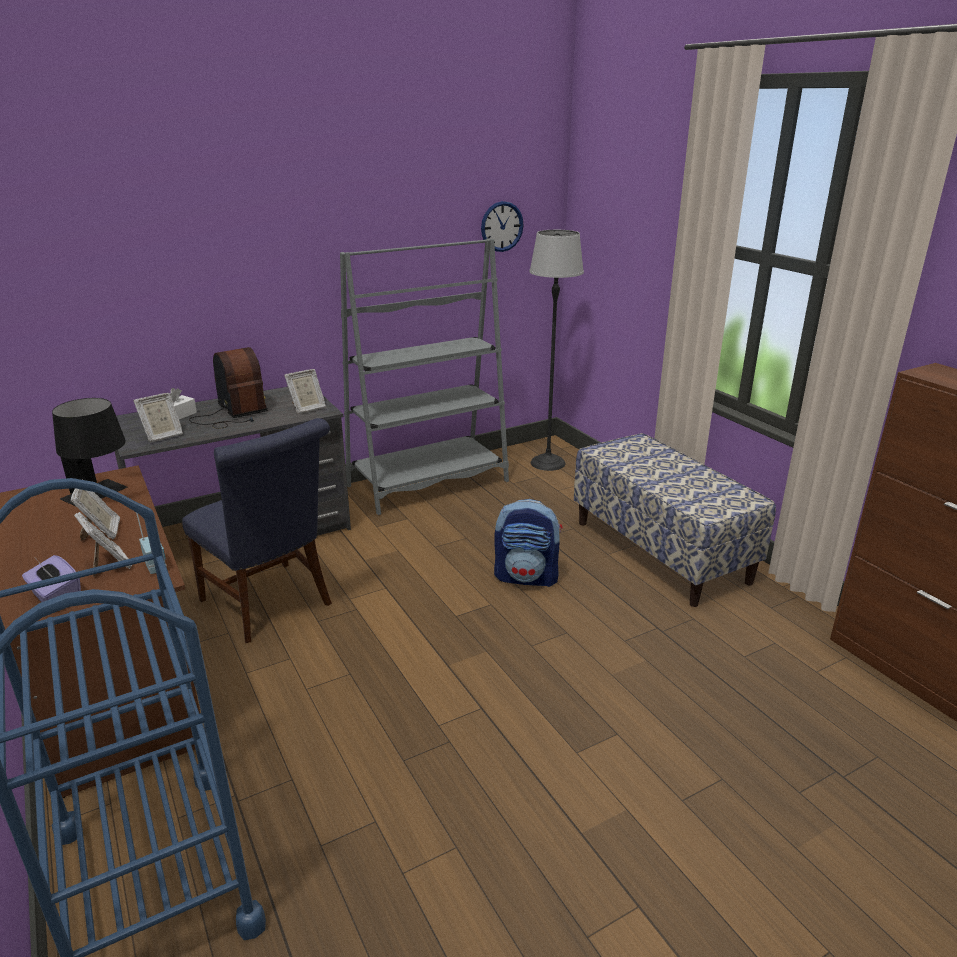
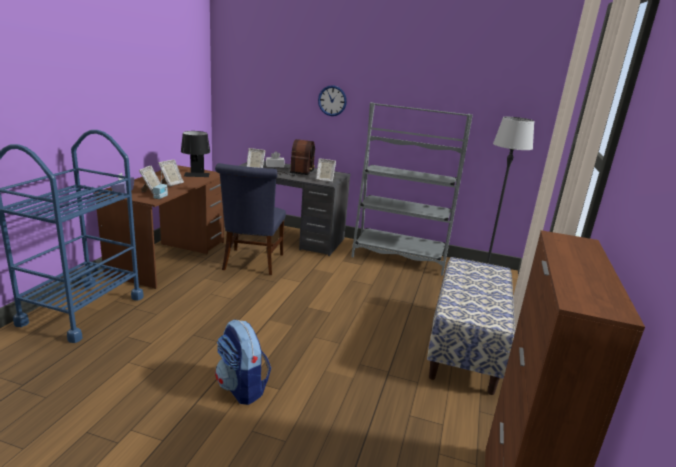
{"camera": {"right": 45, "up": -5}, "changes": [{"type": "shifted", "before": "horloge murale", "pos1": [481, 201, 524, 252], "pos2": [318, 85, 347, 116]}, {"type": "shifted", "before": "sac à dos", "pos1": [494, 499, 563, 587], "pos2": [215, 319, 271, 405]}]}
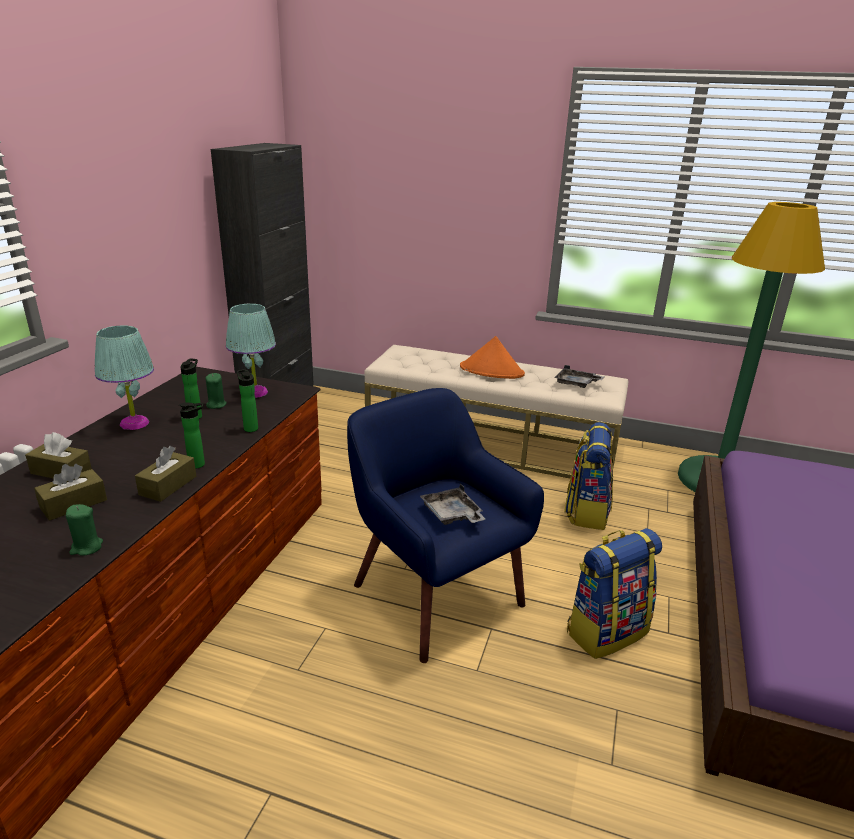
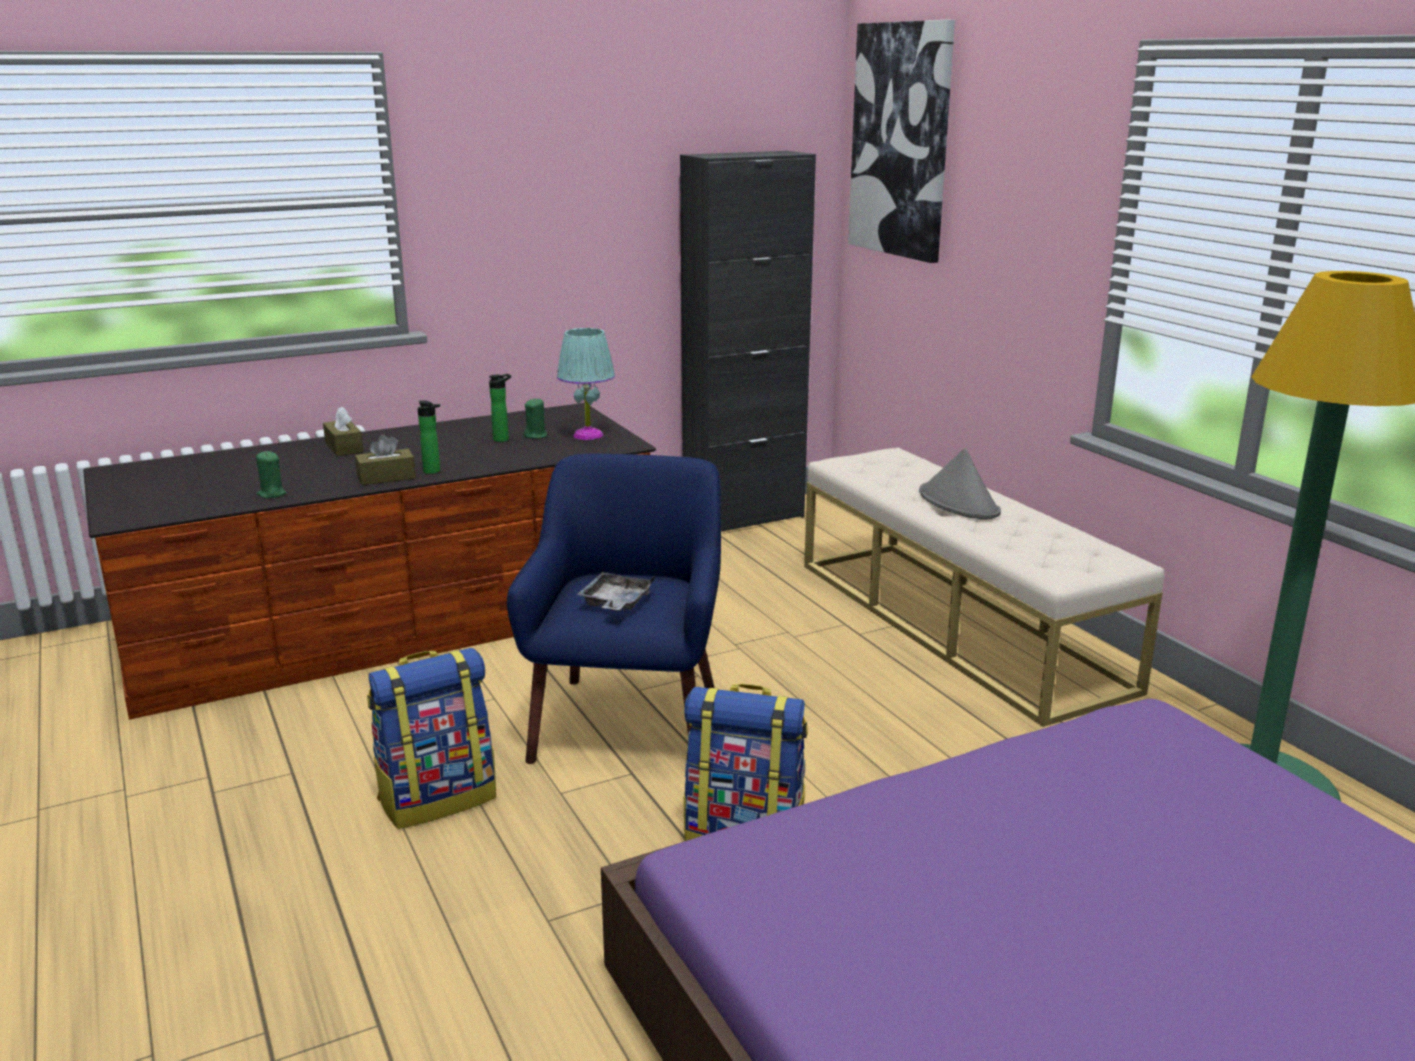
{"camera": {"right": 45, "up": -5}, "changes": [{"type": "gone", "before": "lampe de table (turquoise)", "pos1": [95, 325, 154, 430]}, {"type": "repainted", "before": "chapeau (orange)", "after": "chapeau (gris)", "pos1": [460, 336, 525, 379], "pos2": [919, 448, 1001, 519]}, {"type": "gone", "before": "plateau (gris)", "pos1": [554, 365, 604, 388]}, {"type": "gone", "before": "bouteille", "pos1": [237, 369, 258, 432]}, {"type": "shifted", "before": "sac à dos", "pos1": [565, 422, 613, 530], "pos2": [367, 648, 496, 829]}, {"type": "gone", "before": "boîte à mouchoirs (marron)", "pos1": [34, 464, 107, 521]}, {"type": "new", "after": "tableau", "pos2": [848, 20, 955, 263]}]}
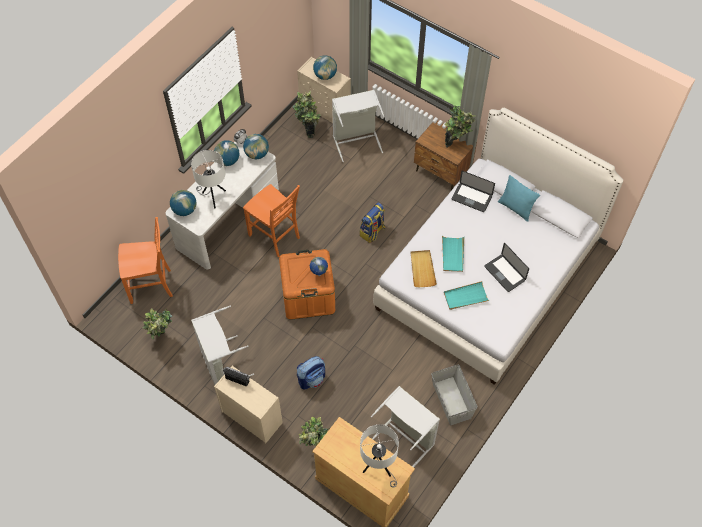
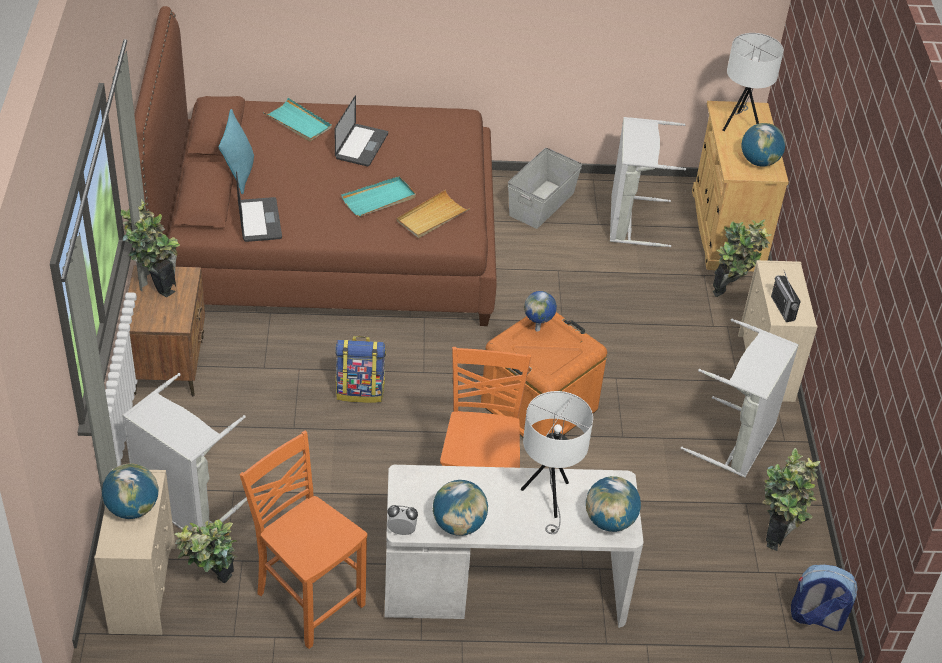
{"camera": {"right": -130, "up": -15}, "changes": [{"type": "repainted", "before": "lit (blanc)", "after": "lit (marron)", "pos1": [373, 108, 623, 385], "pos2": [134, 6, 497, 326]}, {"type": "shifted", "before": "globe", "pos1": [243, 134, 269, 159], "pos2": [741, 123, 785, 167]}, {"type": "shifted", "before": "chaise (orange)", "pos1": [118, 217, 173, 304], "pos2": [240, 431, 367, 649]}, {"type": "shifted", "before": "plateau (turquoise)", "pos1": [444, 281, 489, 310], "pos2": [263, 98, 332, 142]}, {"type": "shifted", "before": "sac à dos", "pos1": [297, 356, 325, 390], "pos2": [791, 565, 857, 631]}]}
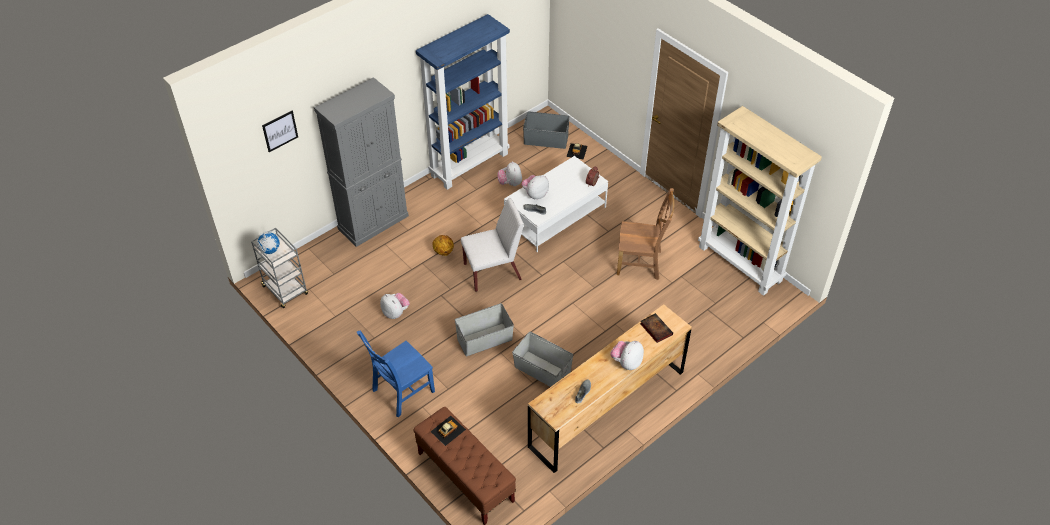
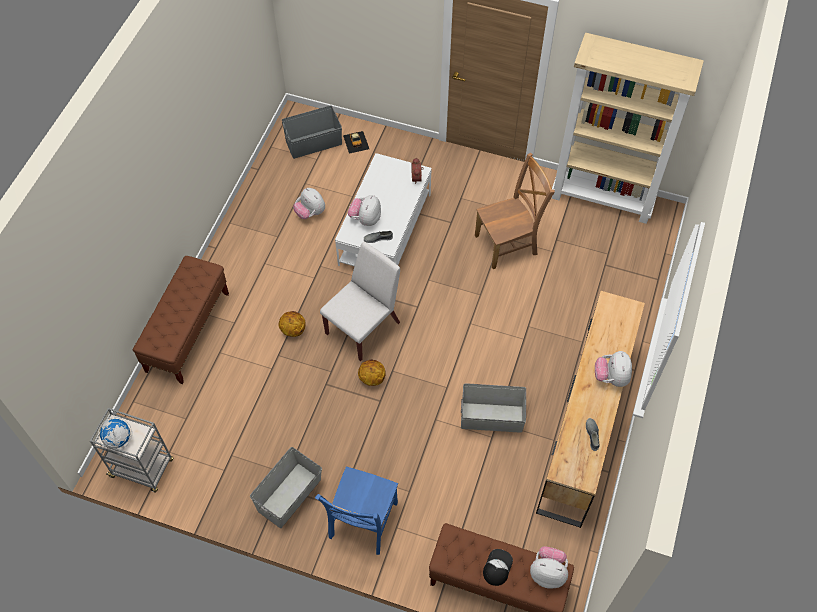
{"camera": {"right": -30, "up": 10}, "changes": [{"type": "gone", "before": "bibliothèque (bleu)", "pos1": [416, 14, 510, 190]}, {"type": "swapped", "before": "meuble de rangement (gris)", "after": "banc (marron)", "pos1": [314, 77, 409, 247], "pos2": [133, 256, 229, 384]}, {"type": "gone", "before": "tableau", "pos1": [262, 111, 298, 152]}, {"type": "shifted", "before": "peluche", "pos1": [380, 293, 410, 319], "pos2": [530, 546, 568, 589]}, {"type": "shifted", "before": "boîte de rangement (gris)", "pos1": [455, 303, 514, 356], "pos2": [250, 447, 322, 528]}, {"type": "gone", "before": "livre", "pos1": [640, 313, 673, 343]}, {"type": "gone", "before": "petite voiture", "pos1": [430, 416, 466, 446]}, {"type": "new", "after": "ballon de basket", "pos2": [358, 360, 386, 386]}, {"type": "new", "after": "casquette", "pos2": [483, 549, 513, 586]}]}
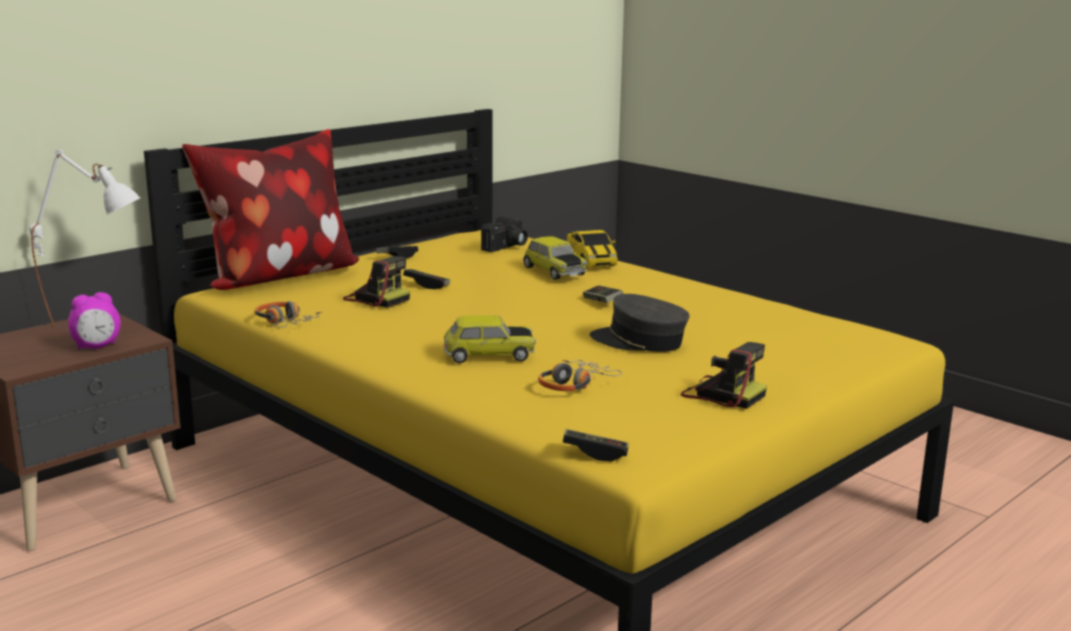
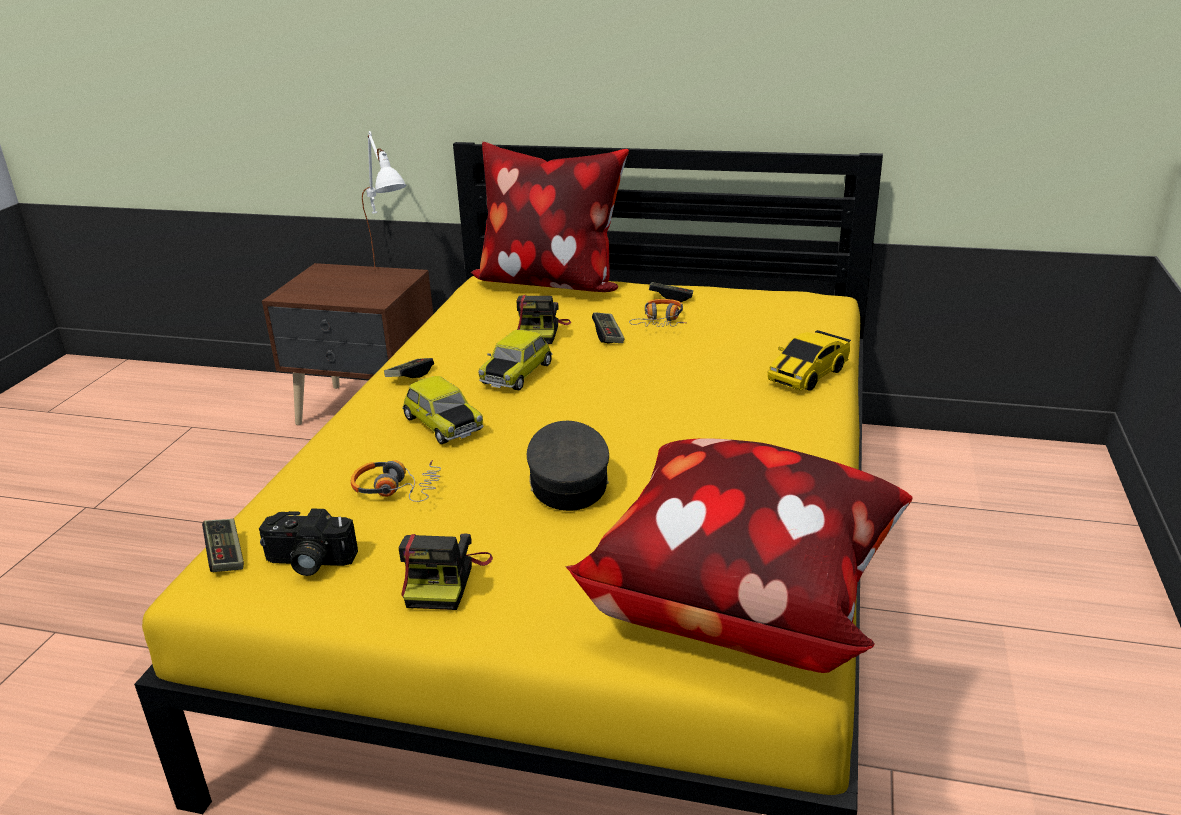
{"camera": {"right": 60, "up": 10}, "changes": [{"type": "shifted", "before": "appareil photo", "pos1": [481, 216, 528, 252], "pos2": [259, 508, 358, 576]}, {"type": "shifted", "before": "petite voiture", "pos1": [523, 236, 587, 280], "pos2": [478, 330, 553, 390]}, {"type": "shifted", "before": "manette", "pos1": [583, 285, 623, 303], "pos2": [384, 358, 434, 378]}, {"type": "gone", "before": "réveil", "pos1": [68, 292, 121, 349]}, {"type": "shifted", "before": "casque audio", "pos1": [254, 301, 322, 328], "pos2": [629, 299, 687, 327]}, {"type": "new", "after": "coussin", "pos2": [565, 438, 913, 673]}]}
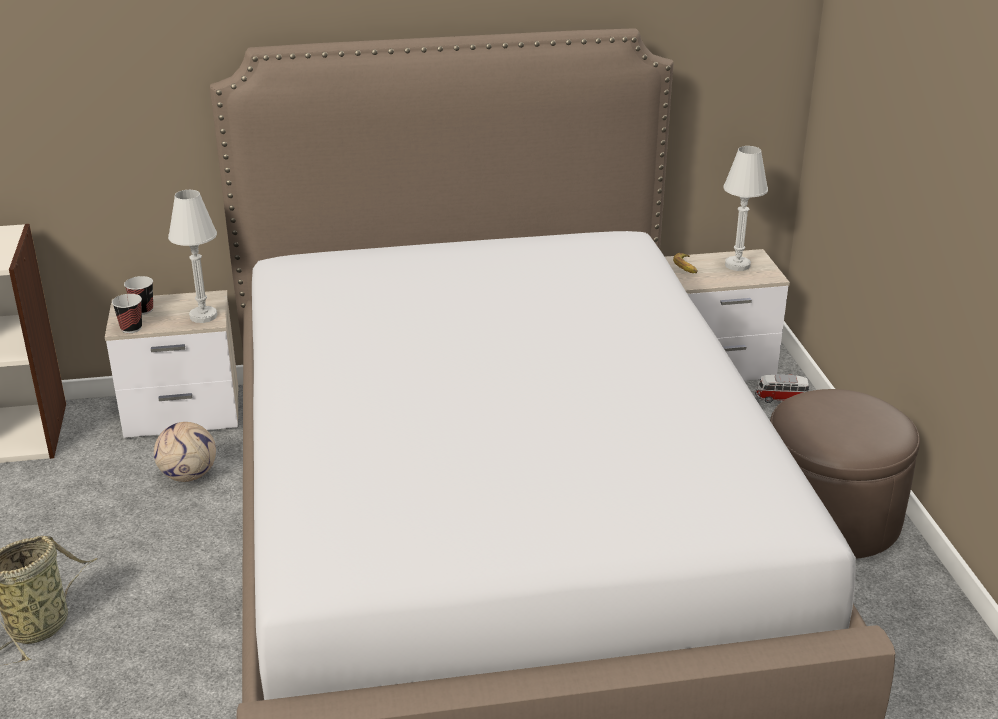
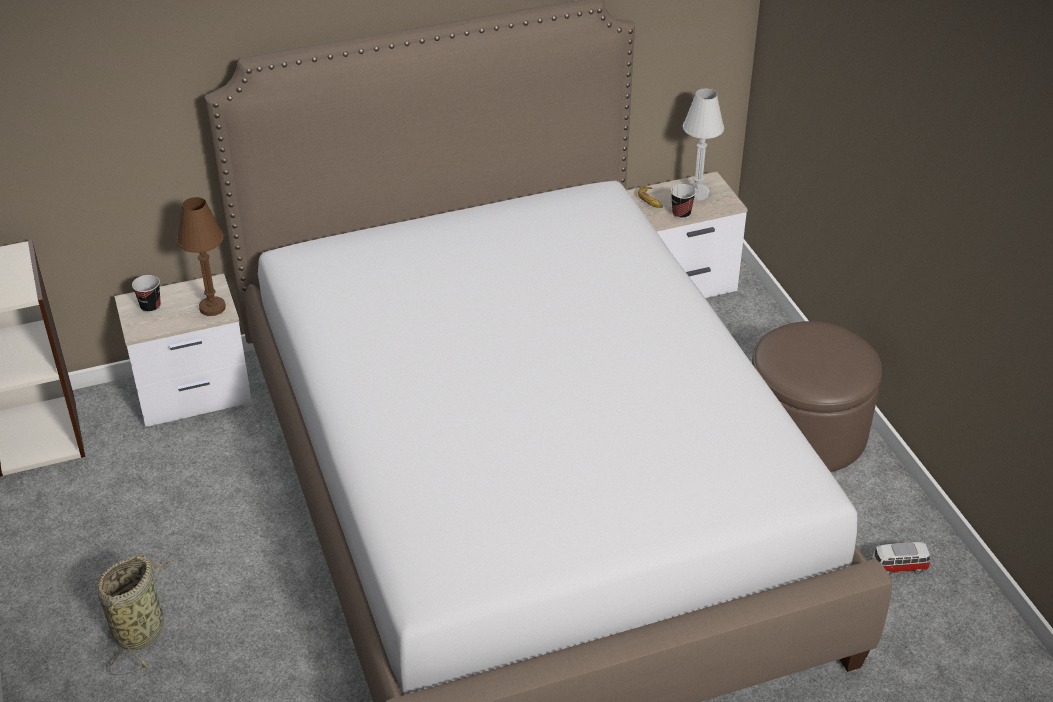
{"camera": {"right": -10, "up": 10}, "changes": [{"type": "repainted", "before": "lampe de table (blanc)", "after": "lampe de table (marron)", "pos1": [168, 190, 217, 323], "pos2": [177, 197, 226, 316]}, {"type": "shifted", "before": "tasse", "pos1": [112, 294, 142, 333], "pos2": [671, 184, 696, 219]}, {"type": "shifted", "before": "petite voiture", "pos1": [755, 374, 809, 403], "pos2": [870, 542, 930, 574]}, {"type": "gone", "before": "ballon de foot", "pos1": [154, 422, 216, 482]}]}
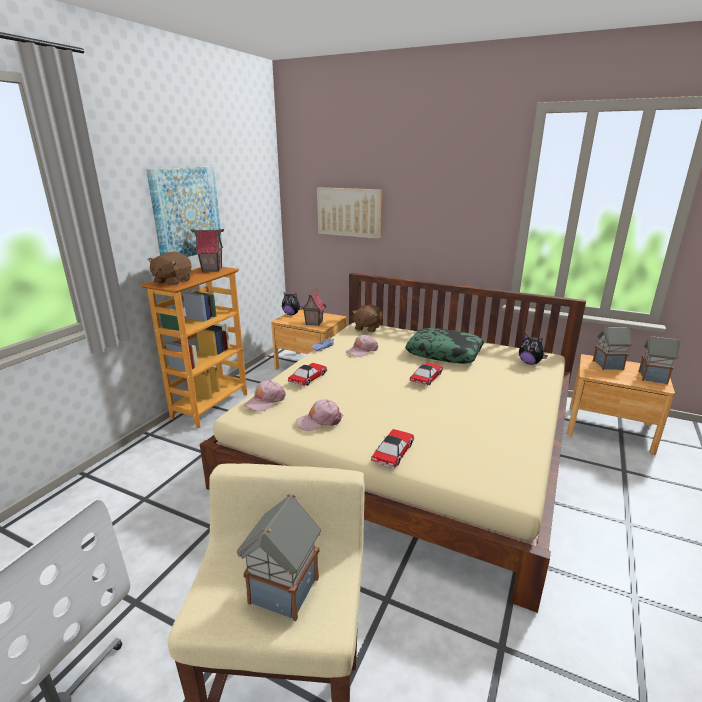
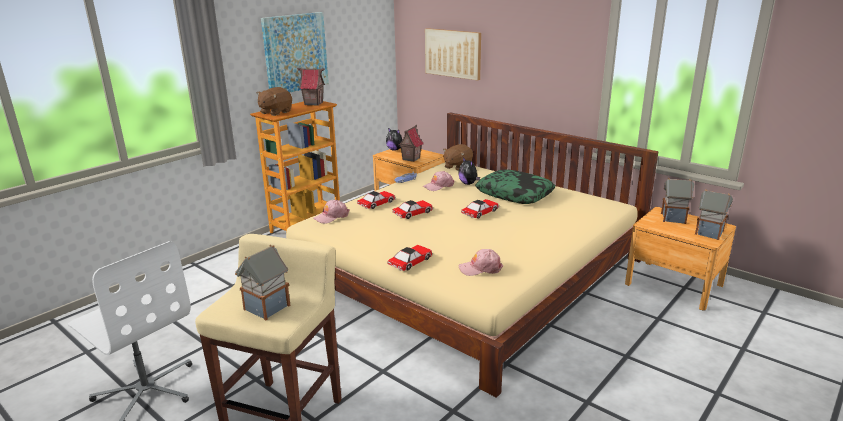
{"camera": {"right": 15, "up": 0}, "changes": [{"type": "shifted", "before": "peluche", "pos1": [519, 334, 548, 365], "pos2": [458, 157, 480, 185]}, {"type": "shifted", "before": "casquette (rose)", "pos1": [296, 399, 343, 431], "pos2": [459, 249, 503, 276]}, {"type": "new", "after": "petite voiture", "pos2": [392, 200, 434, 219]}]}
